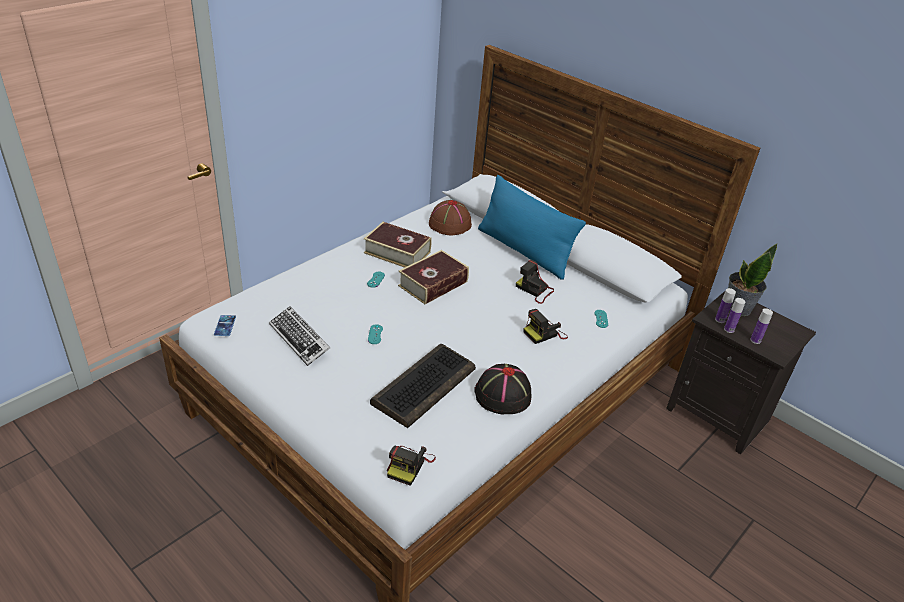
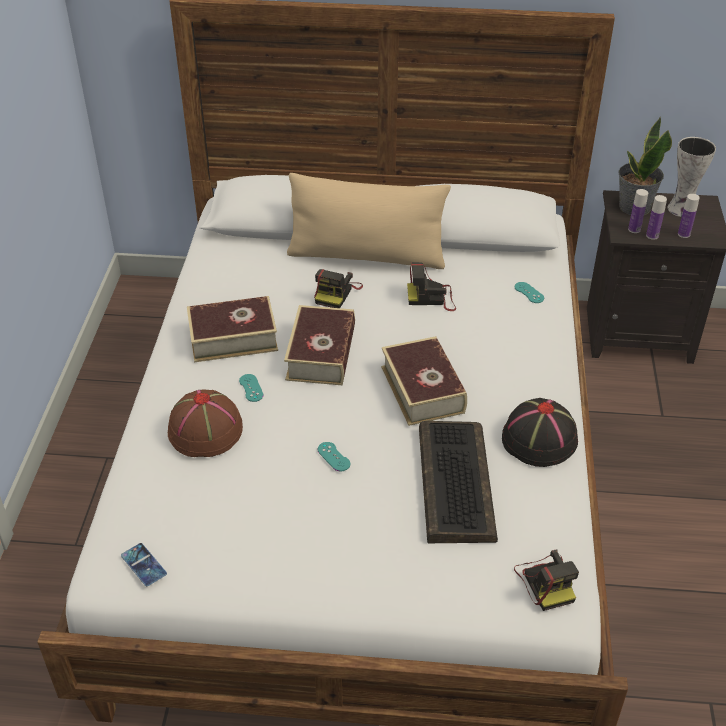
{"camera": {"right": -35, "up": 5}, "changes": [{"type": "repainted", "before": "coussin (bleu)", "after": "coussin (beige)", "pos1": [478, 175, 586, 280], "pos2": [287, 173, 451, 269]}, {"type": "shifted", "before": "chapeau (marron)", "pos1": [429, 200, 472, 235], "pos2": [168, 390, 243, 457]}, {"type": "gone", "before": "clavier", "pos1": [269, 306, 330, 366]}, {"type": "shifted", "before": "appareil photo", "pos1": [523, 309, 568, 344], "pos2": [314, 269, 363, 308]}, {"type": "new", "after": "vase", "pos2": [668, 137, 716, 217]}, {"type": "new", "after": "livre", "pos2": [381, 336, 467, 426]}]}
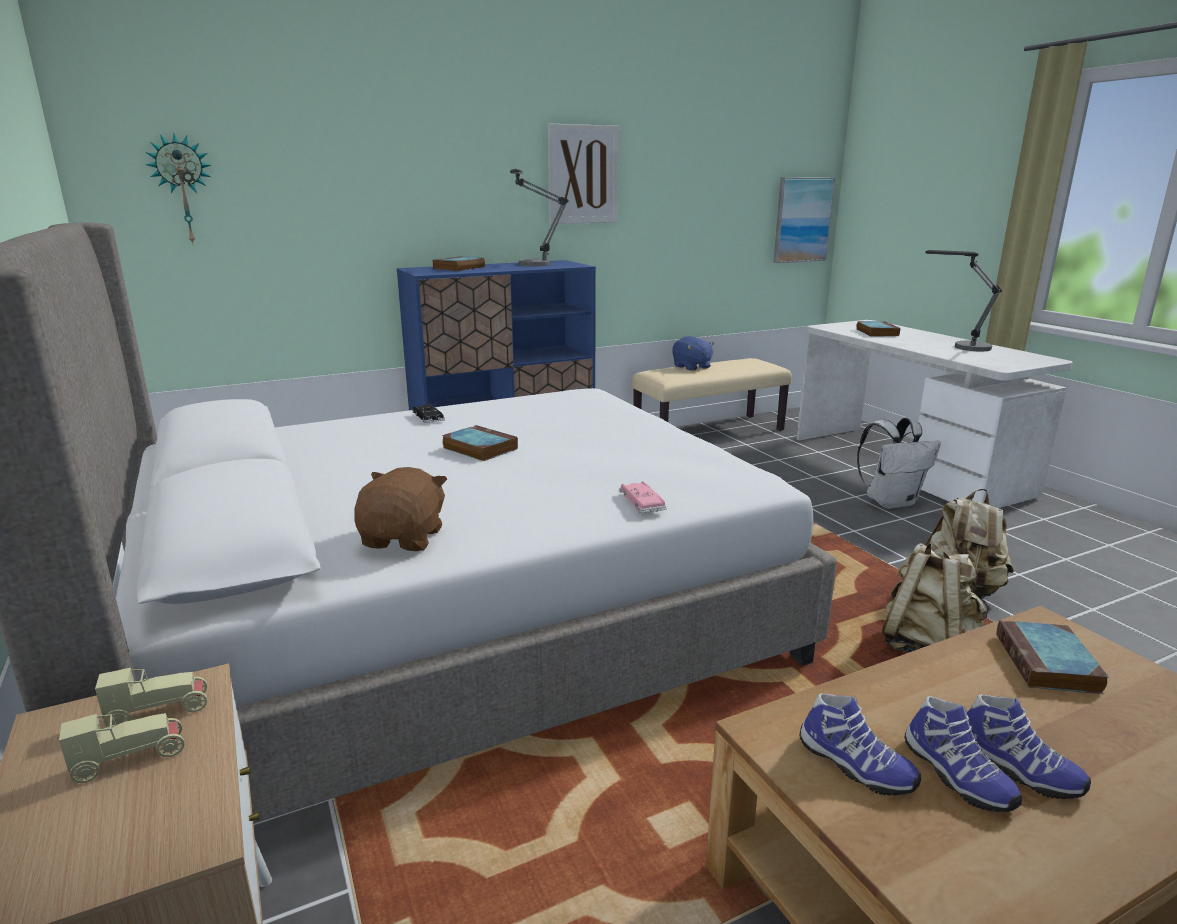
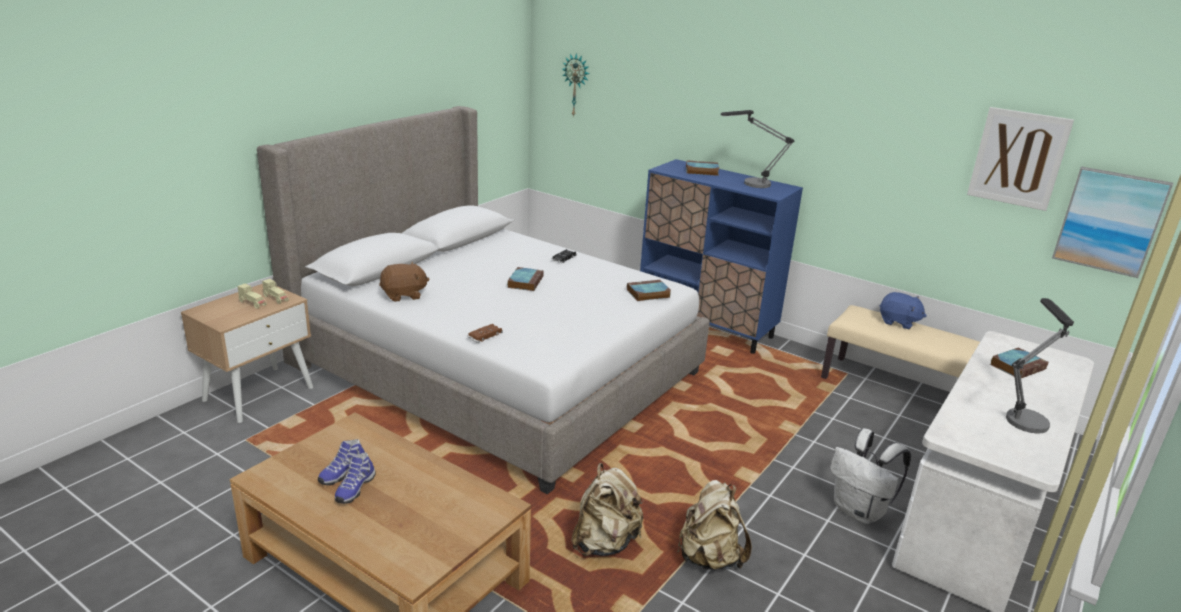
{"camera": {"right": 60, "up": 5}, "changes": [{"type": "shifted", "before": "tableau", "pos1": [548, 124, 619, 224], "pos2": [967, 107, 1074, 211]}, {"type": "rotated", "before": "peluche (bleu)", "pos1": [672, 336, 714, 371], "pos2": [880, 292, 926, 329], "turn": -90}, {"type": "repainted", "before": "petite voiture (rose)", "after": "petite voiture (marron)", "pos1": [619, 481, 667, 513], "pos2": [468, 324, 503, 343]}, {"type": "shifted", "before": "livre", "pos1": [996, 620, 1109, 694], "pos2": [627, 280, 671, 301]}, {"type": "gone", "before": "chaussure", "pos1": [799, 693, 921, 796]}]}
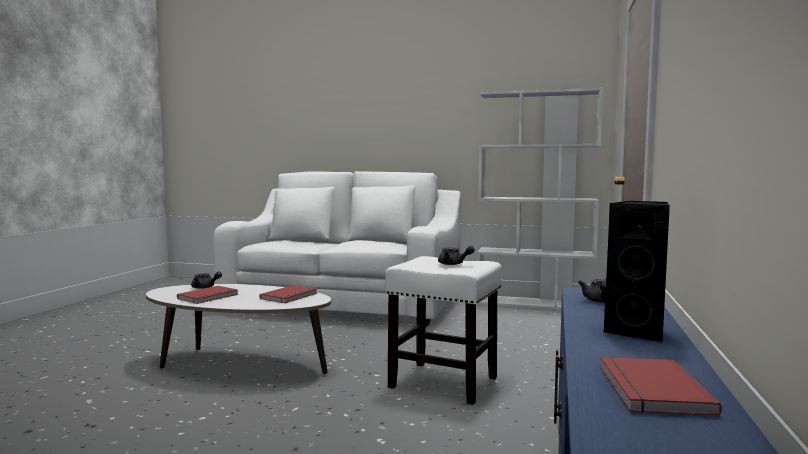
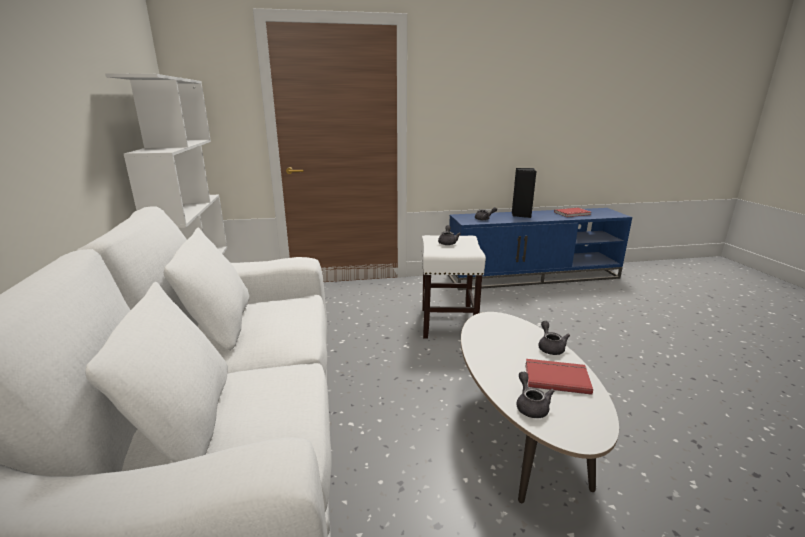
{"camera": {"right": -115, "up": 15}, "changes": [{"type": "gone", "before": "livre (rouge)", "pos1": [259, 285, 317, 303]}, {"type": "new", "after": "théière (gris)", "pos2": [538, 321, 570, 355]}]}
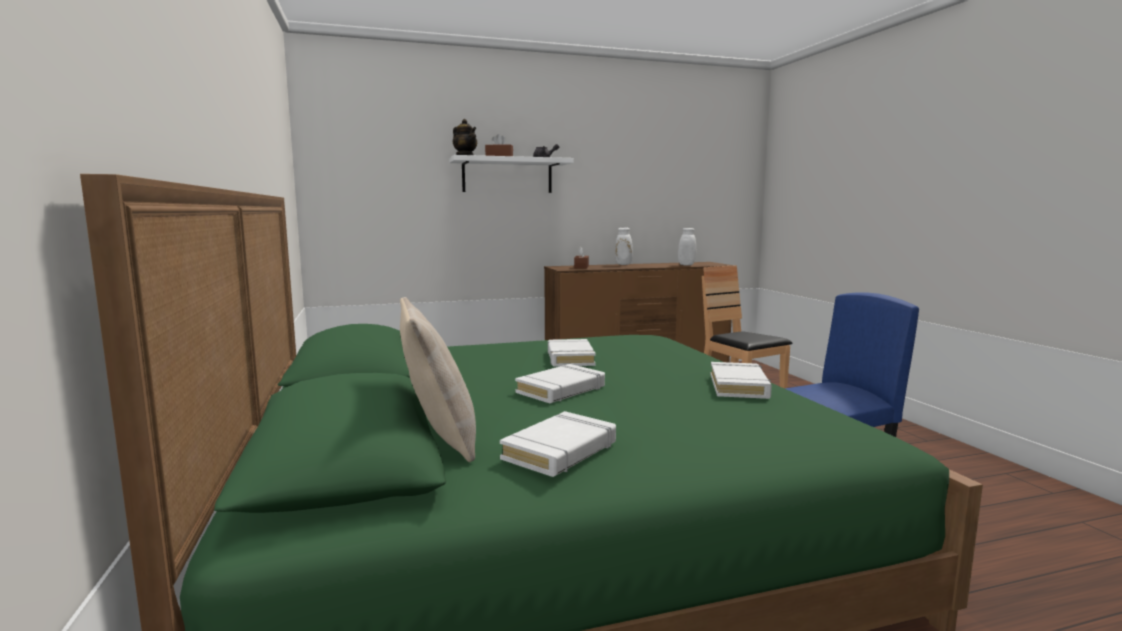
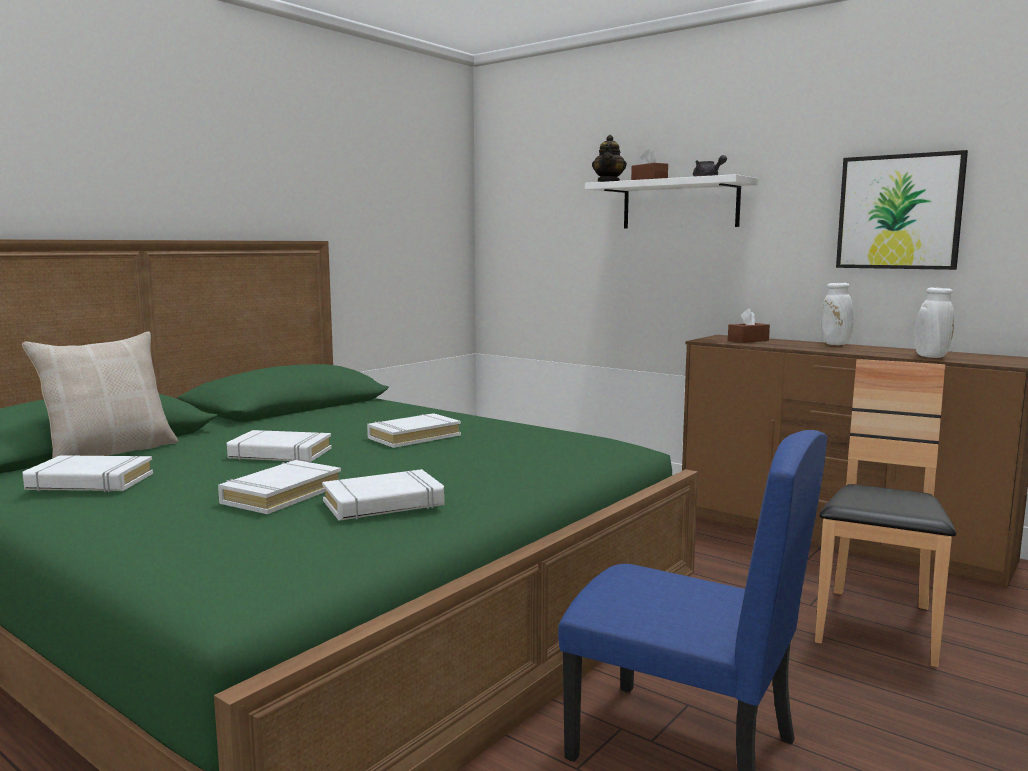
{"camera": {"right": 55, "up": 0}, "changes": [{"type": "new", "after": "tableau", "pos2": [836, 150, 968, 270]}, {"type": "new", "after": "livre (blanc)", "pos2": [218, 460, 341, 514]}]}
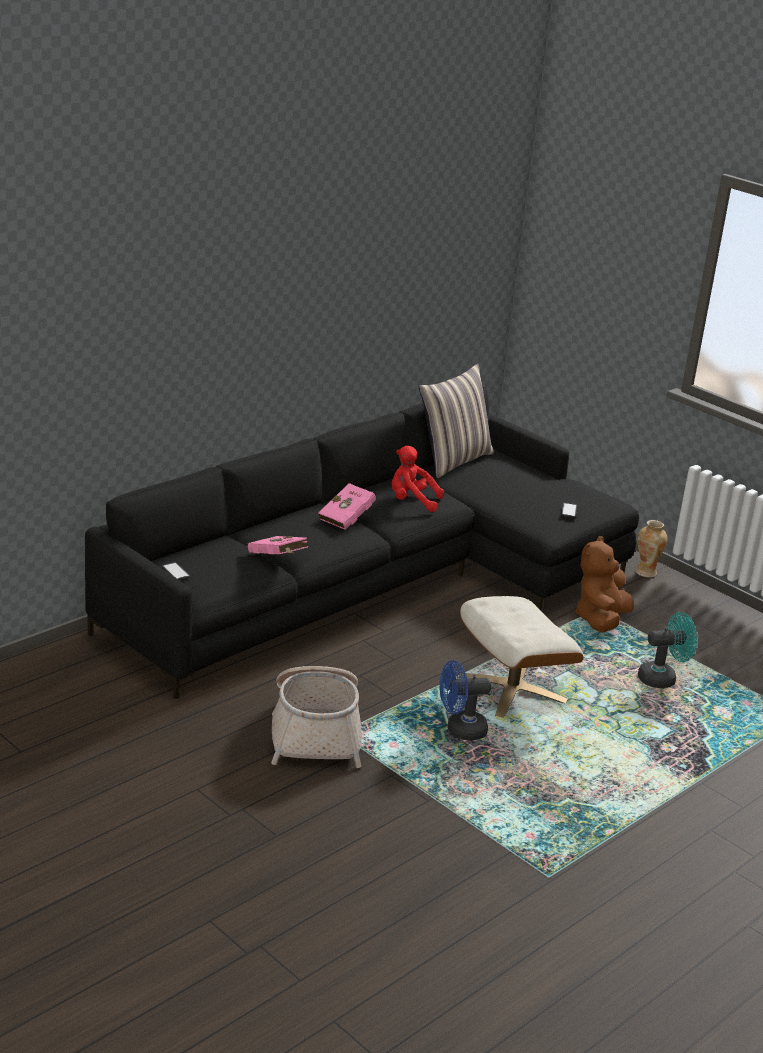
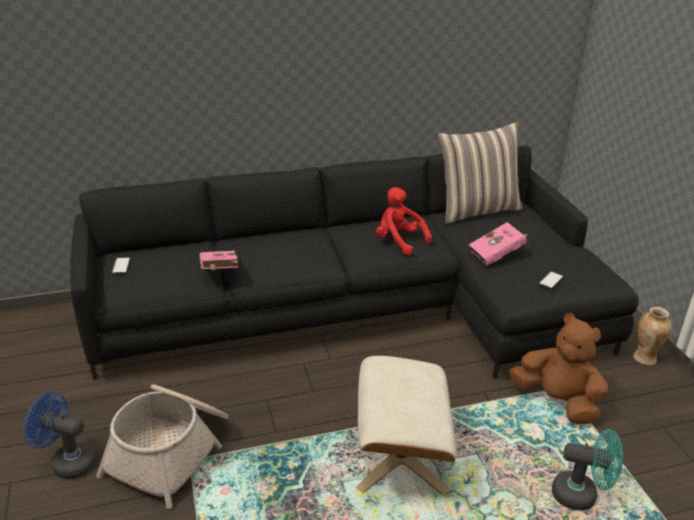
{"camera": {"right": 30, "up": 5}, "changes": [{"type": "shifted", "before": "livre (rose)", "pos1": [318, 483, 376, 530], "pos2": [469, 222, 528, 265]}, {"type": "rotated", "before": "peluche (marron)", "pos1": [575, 536, 633, 633], "pos2": [509, 313, 609, 424], "turn": 75}, {"type": "shifted", "before": "ventilateur (bleu)", "pos1": [439, 660, 491, 740], "pos2": [24, 392, 97, 479]}]}
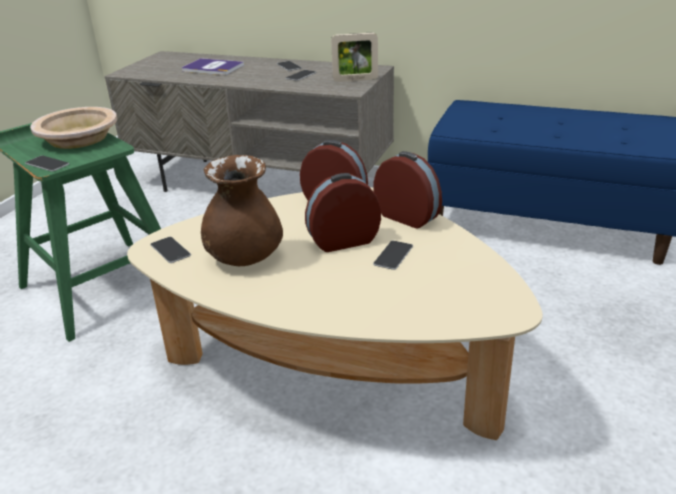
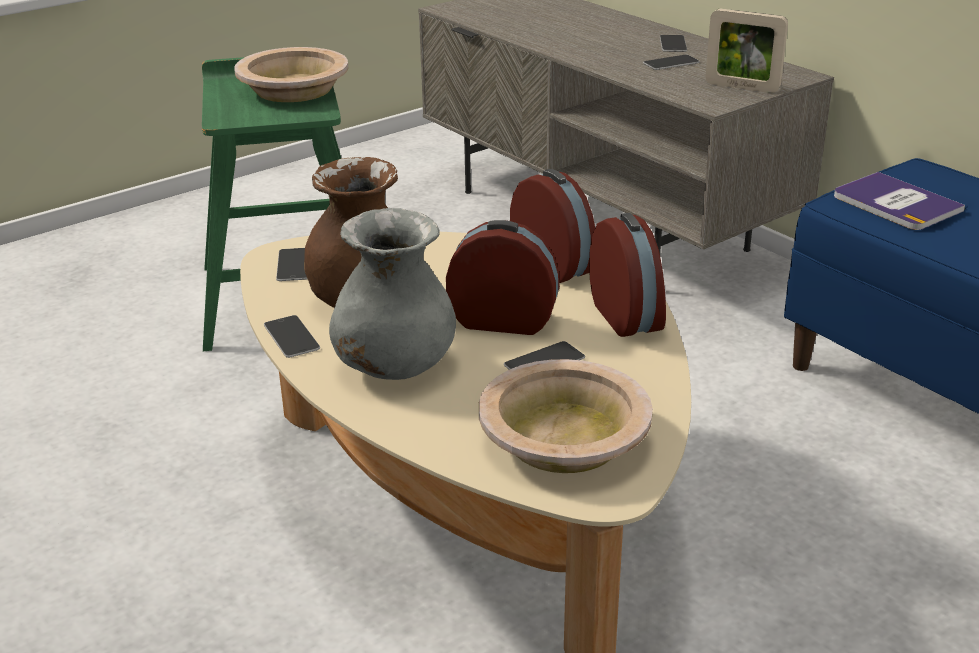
{"camera": {"right": 30, "up": 0}, "changes": [{"type": "shifted", "before": "livre", "pos1": [182, 58, 244, 75], "pos2": [834, 172, 965, 230]}, {"type": "shifted", "before": "téléphone", "pos1": [25, 156, 69, 172], "pos2": [264, 315, 320, 358]}, {"type": "new", "after": "vase (gris)", "pos2": [329, 208, 456, 380]}, {"type": "new", "after": "bol (beige)", "pos2": [479, 359, 653, 473]}]}
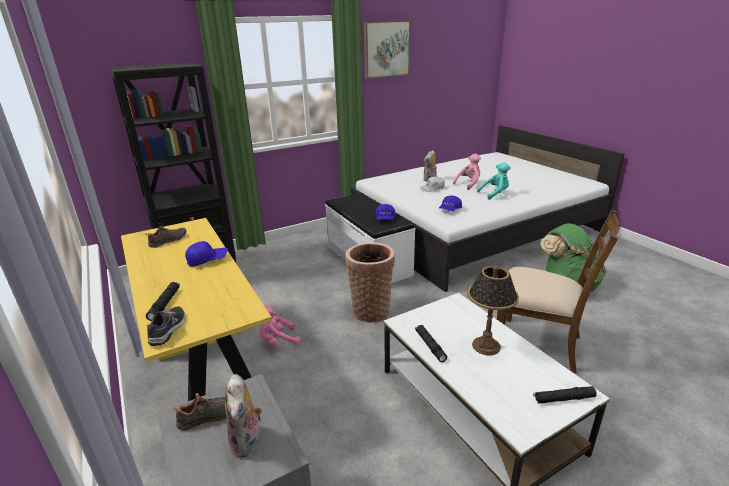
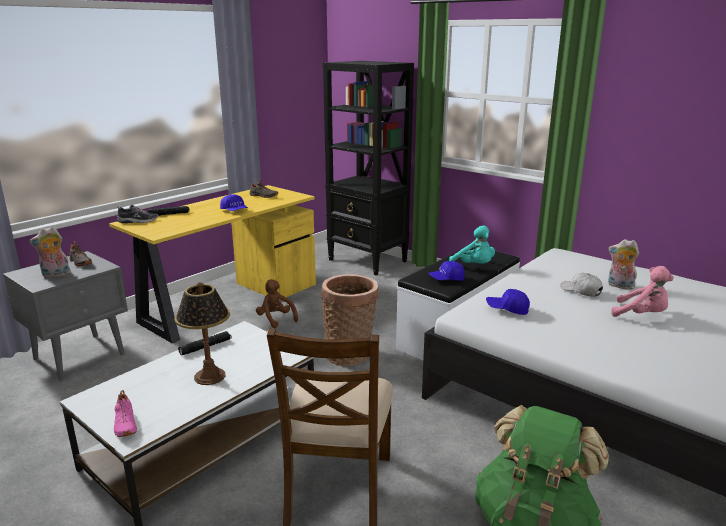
{"camera": {"right": 70, "up": -5}, "changes": [{"type": "gone", "before": "tableau", "pos1": [364, 20, 411, 79]}, {"type": "shifted", "before": "peluche (turquoise)", "pos1": [477, 162, 511, 200], "pos2": [449, 225, 495, 264]}, {"type": "repainted", "before": "peluche (rose)", "after": "peluche (marron)", "pos1": [259, 306, 301, 347], "pos2": [256, 279, 298, 329]}, {"type": "swapped", "before": "lampe de poche (noir)", "after": "chaussure (rose)", "pos1": [533, 386, 597, 404], "pos2": [114, 390, 137, 437]}]}
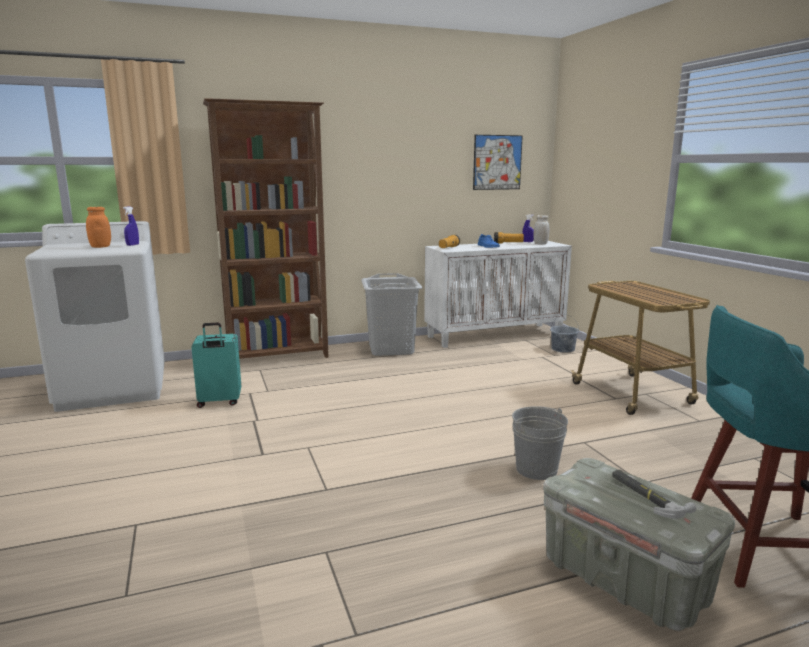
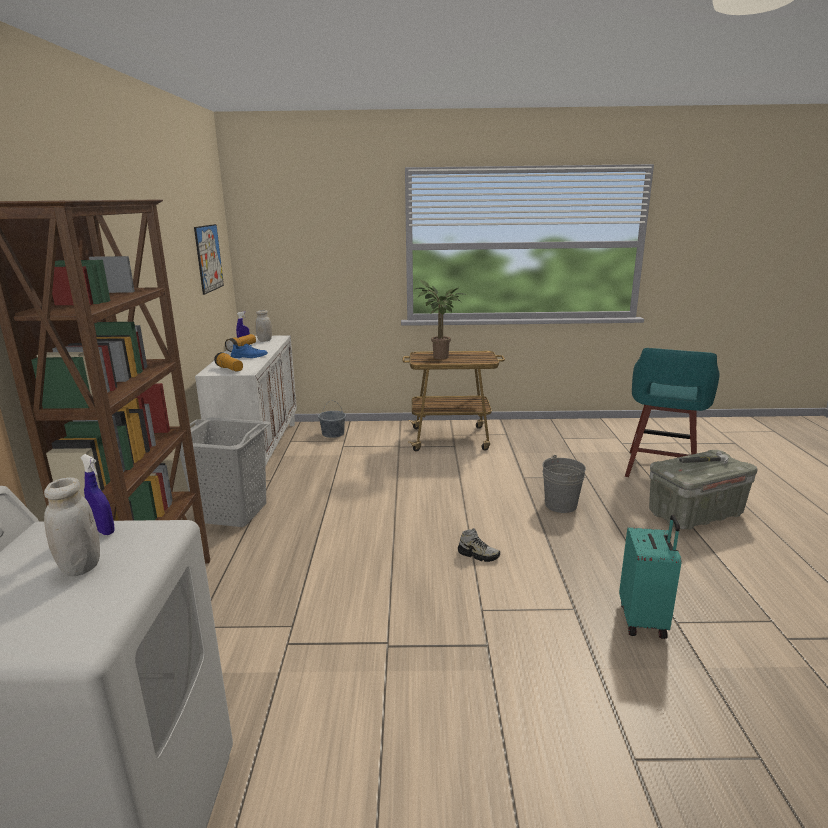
{"camera": {"right": -70, "up": 5}, "changes": [{"type": "repainted", "before": "bocal (orange)", "after": "bocal (blanc)", "pos1": [86, 207, 111, 248], "pos2": [44, 477, 100, 576]}, {"type": "shifted", "before": "valise (turquoise)", "pos1": [191, 323, 241, 408], "pos2": [619, 515, 682, 639]}, {"type": "new", "after": "plante en pot", "pos2": [415, 280, 466, 359]}, {"type": "new", "after": "chaussure", "pos2": [458, 528, 500, 562]}]}
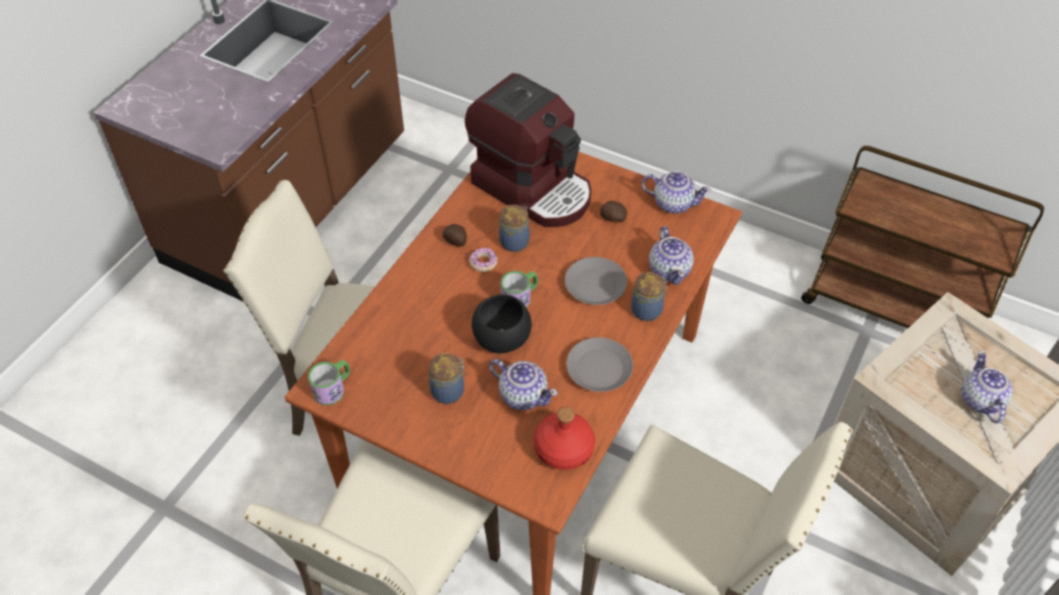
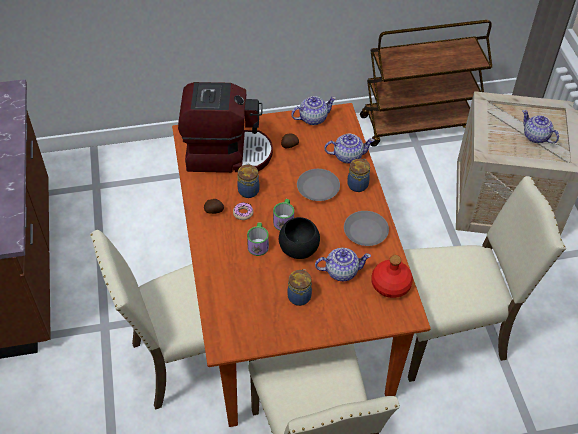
{"camera": {"right": -40, "up": 0}, "changes": [{"type": "rotated", "before": "théière", "pos1": [649, 226, 694, 285], "pos2": [324, 133, 375, 164], "turn": -45}, {"type": "shifted", "before": "mug", "pos1": [308, 360, 350, 405], "pos2": [247, 222, 269, 256]}]}
